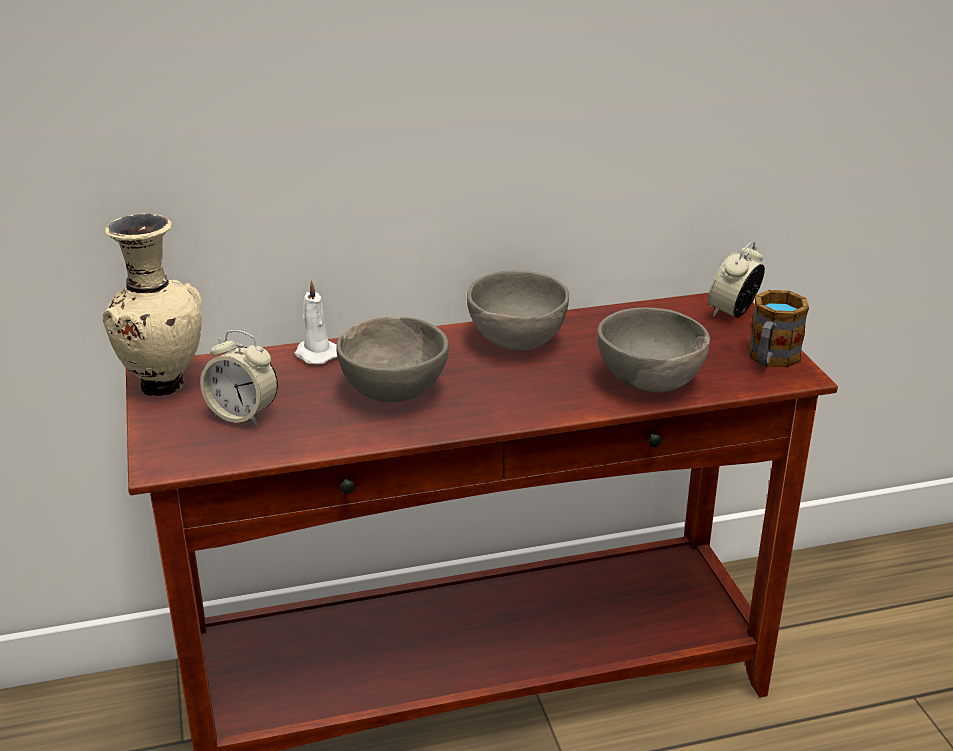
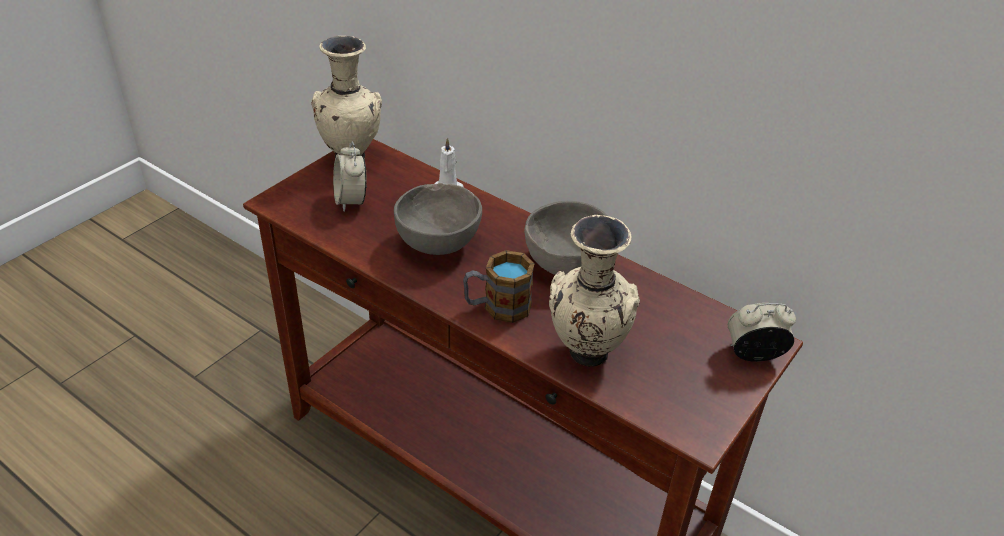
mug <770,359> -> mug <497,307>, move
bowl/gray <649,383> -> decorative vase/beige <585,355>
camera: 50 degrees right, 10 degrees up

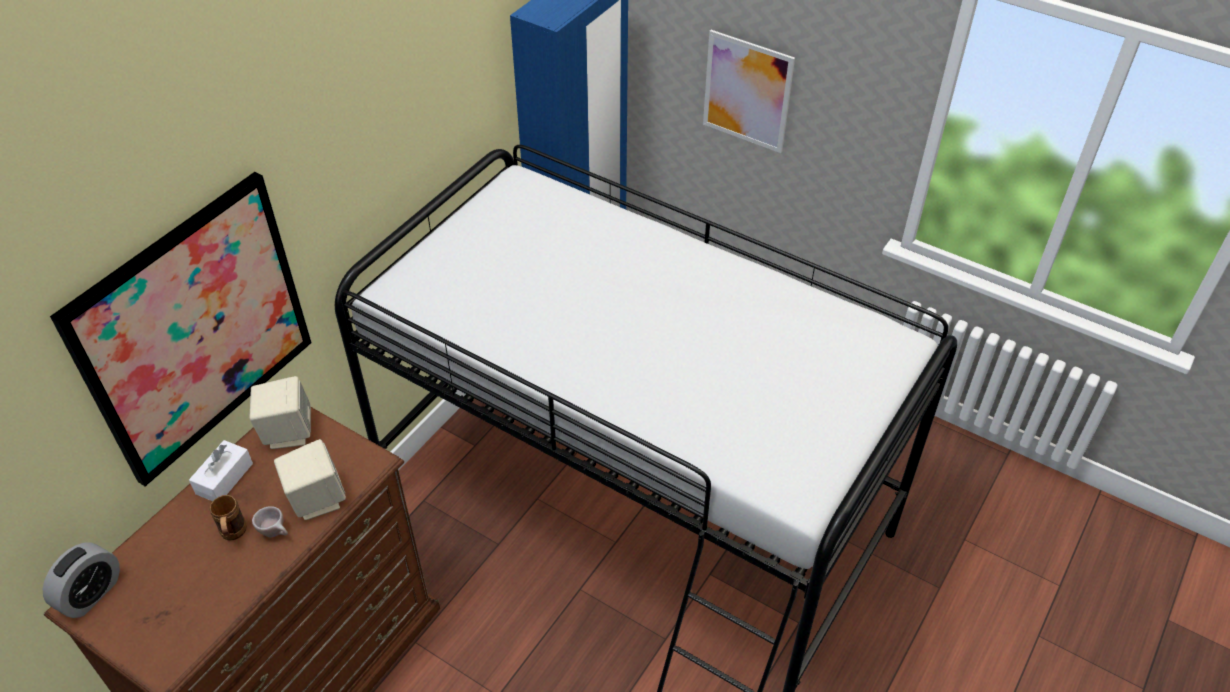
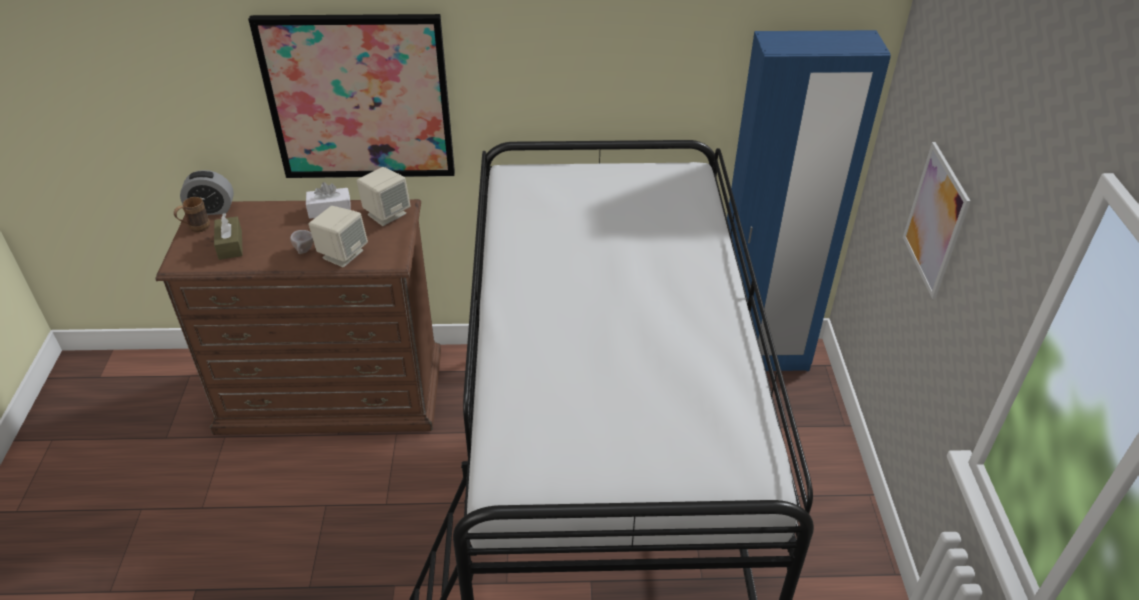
none -> box of tissues/brown-coloured <230,245>
mug/brown-coloured <233,535> -> mug/brown-coloured <195,229>, move
camera: 55 degrees right, 5 degrees down

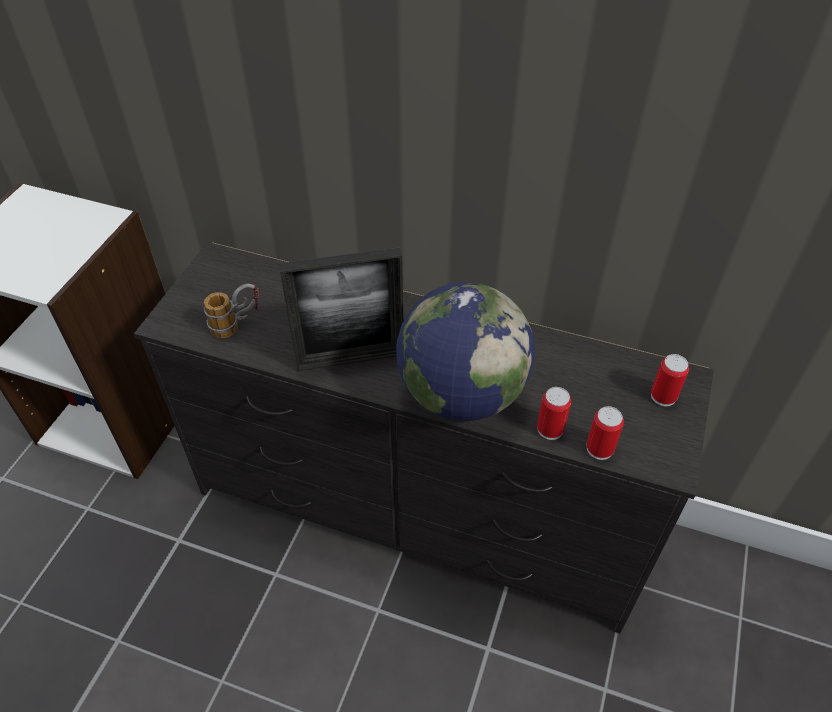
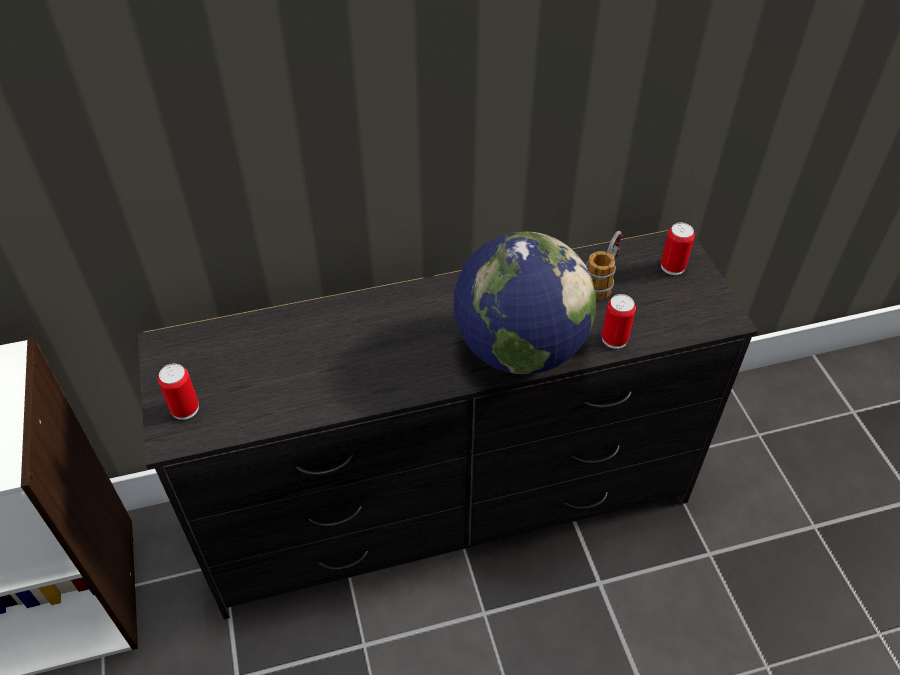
photo frame <350,359> -> none
mug <237,324> -> mug <602,280>, move
metal can <599,448> -> metal can <185,408>, move
camera: 35 degrees left, 0 degrees up

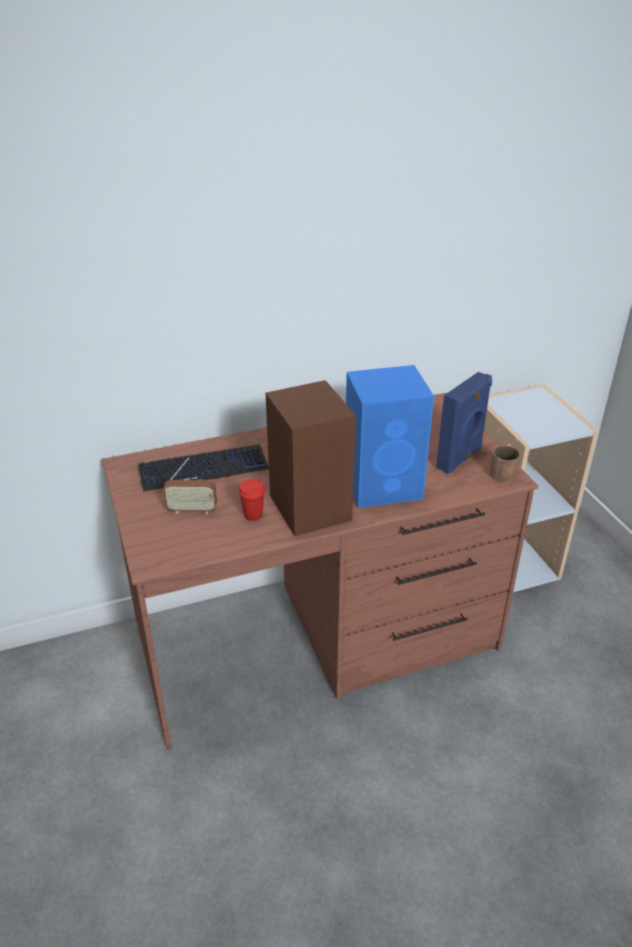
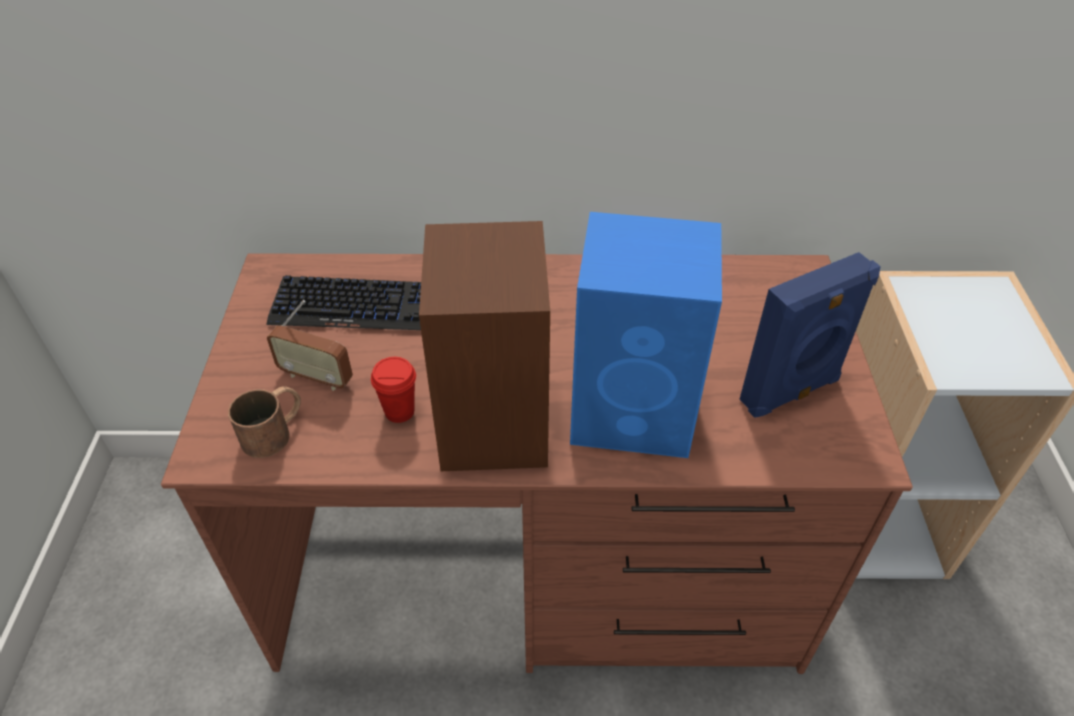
mug/brown-coloured <503,470> -> mug/brown-coloured <275,431>, move
camera: 20 degrees right, 10 degrees up

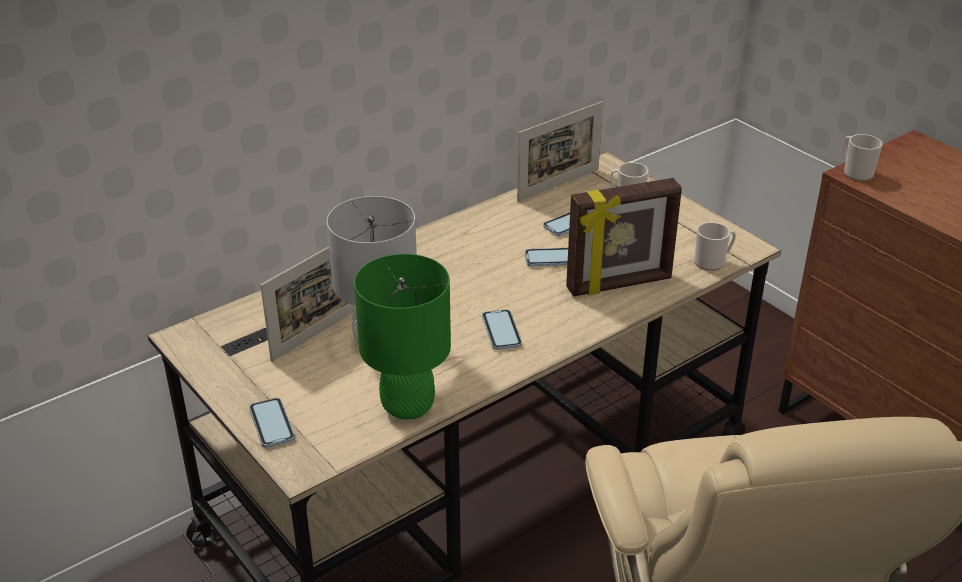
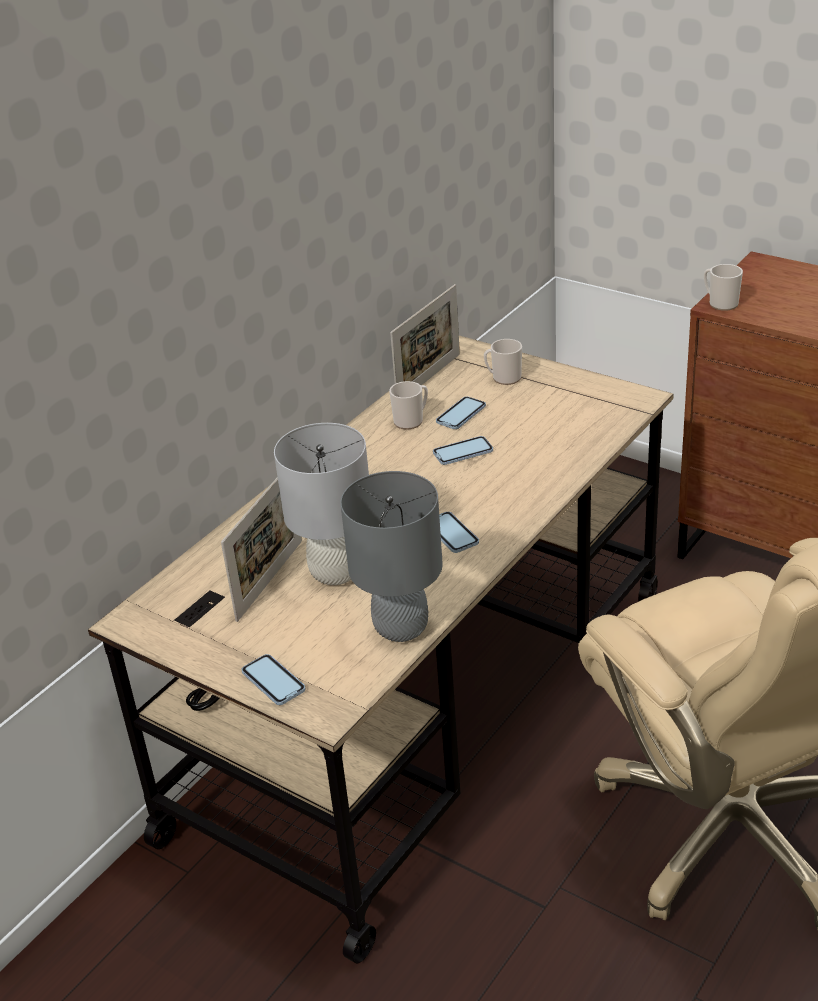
photo frame <619,284> -> none
mug <712,262> -> mug <411,420>, move
table lamp/green <408,406> -> table lamp/gray <401,628>
camera: 15 degrees left, 0 degrees up

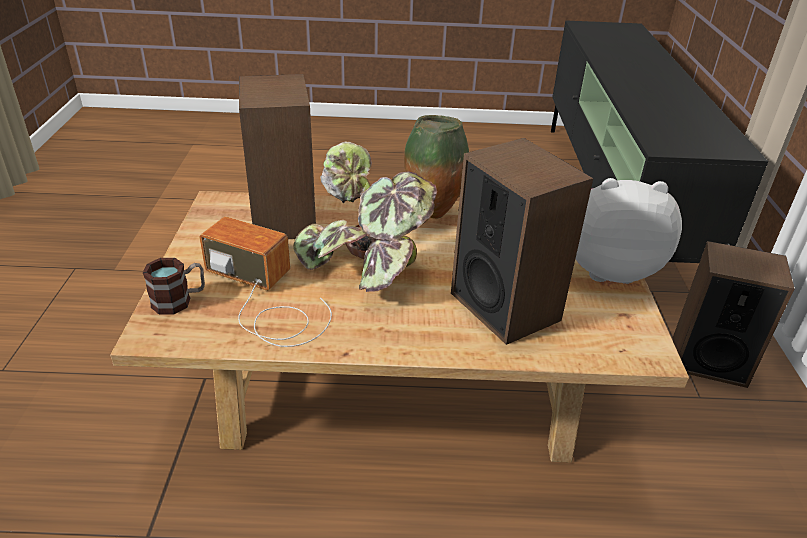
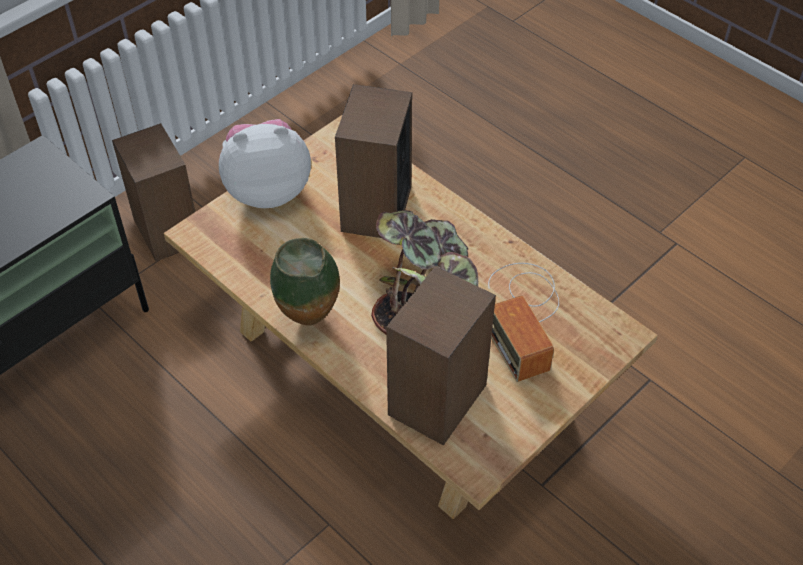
mug <179,300> -> none
soft toy <608,268> -> soft toy <267,190>, 120 degrees clockwise
camera: 135 degrees left, 15 degrees up

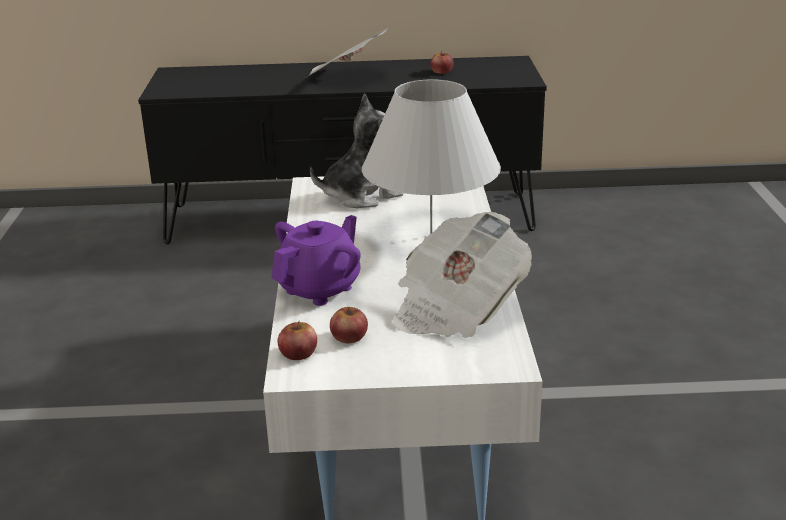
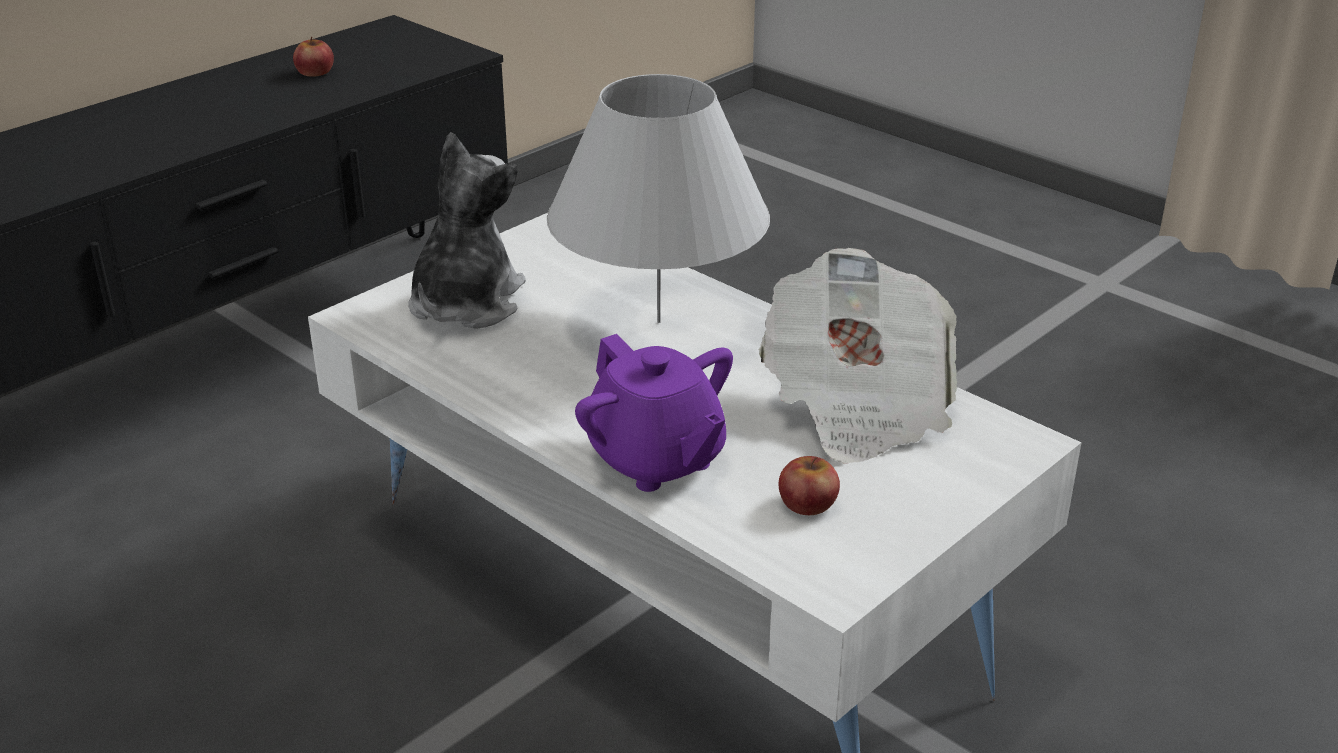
apple fruit <298,353> -> none
newspaper <345,77> -> none
tea pot/purplish <320,289> -> tea pot/purplish <656,460>, 150 degrees clockwise
camera: 45 degrees left, 5 degrees up

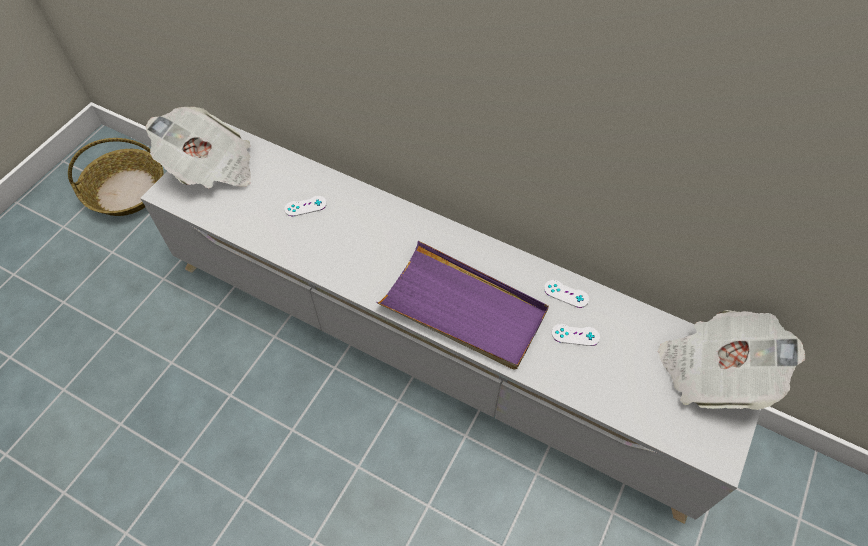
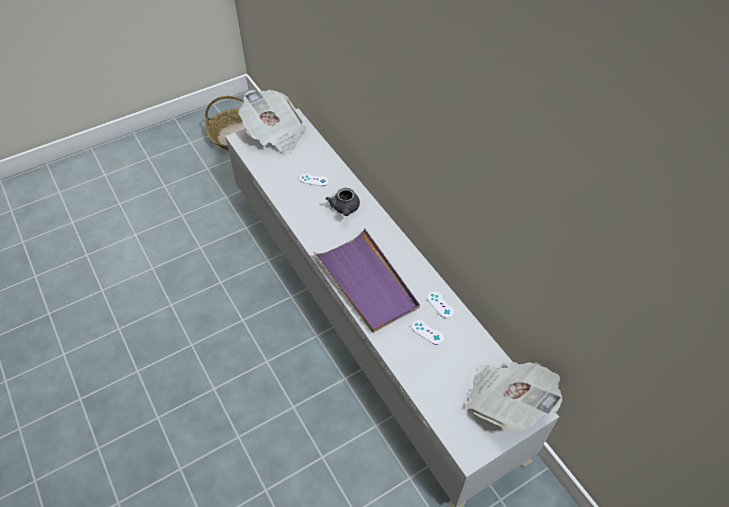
none -> tea pot/gray <345,209>
camera: 30 degrees right, 5 degrees down

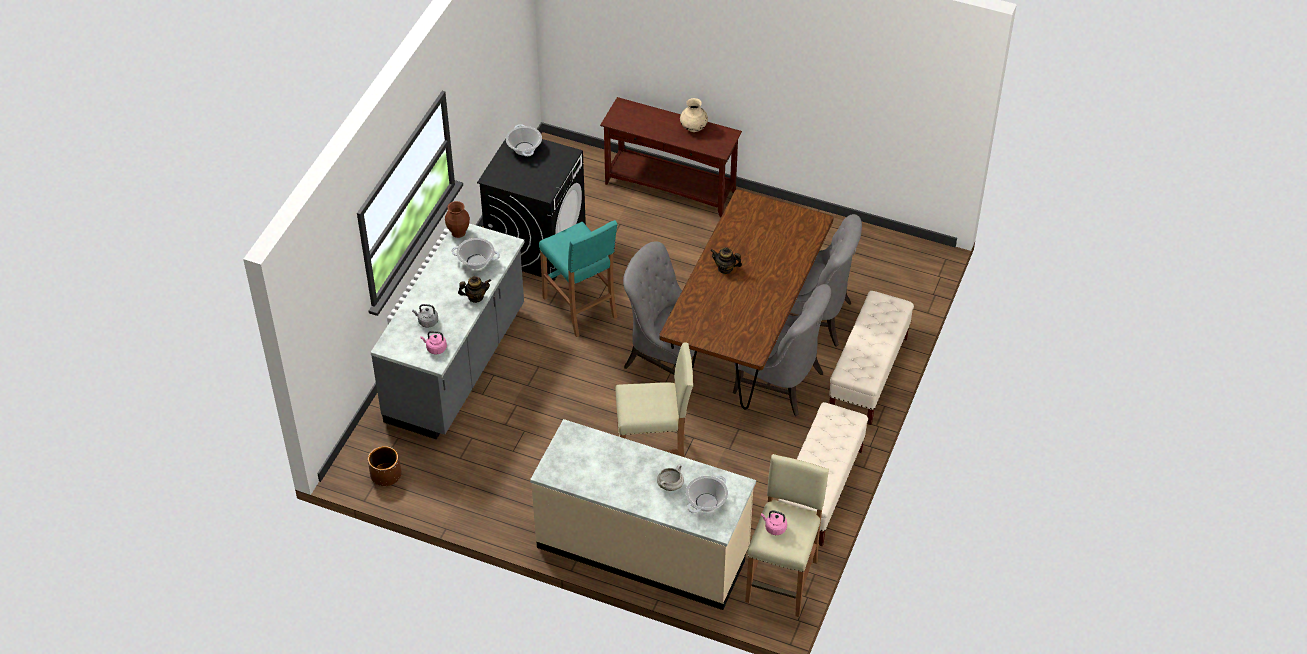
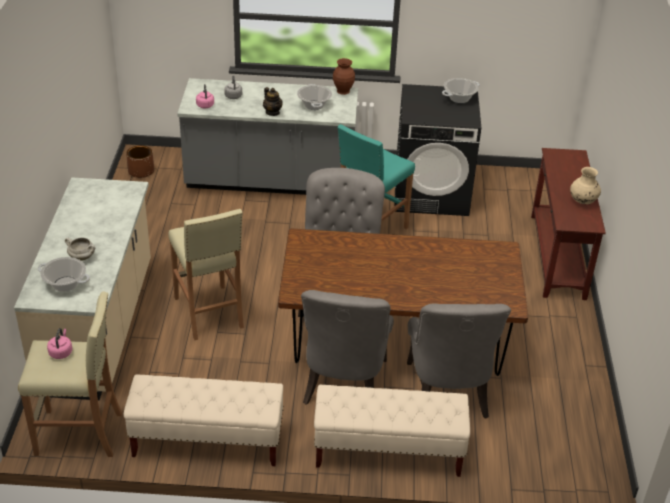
tea pot <725,268> -> none
camera: 70 degrees right, 10 degrees down

